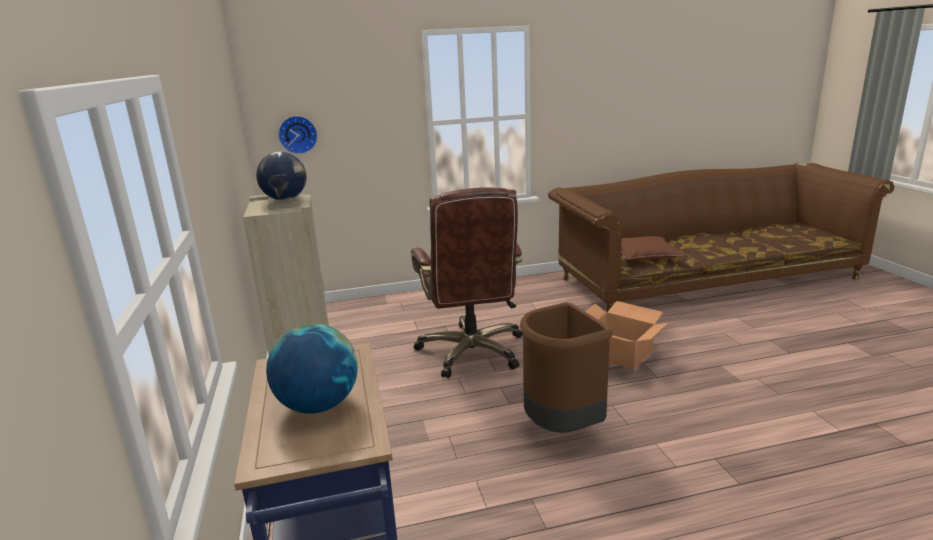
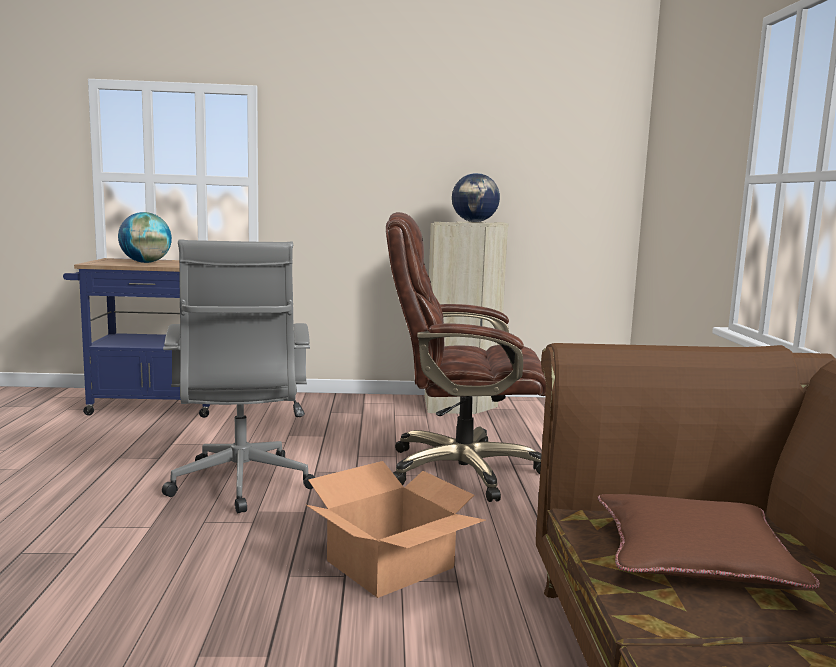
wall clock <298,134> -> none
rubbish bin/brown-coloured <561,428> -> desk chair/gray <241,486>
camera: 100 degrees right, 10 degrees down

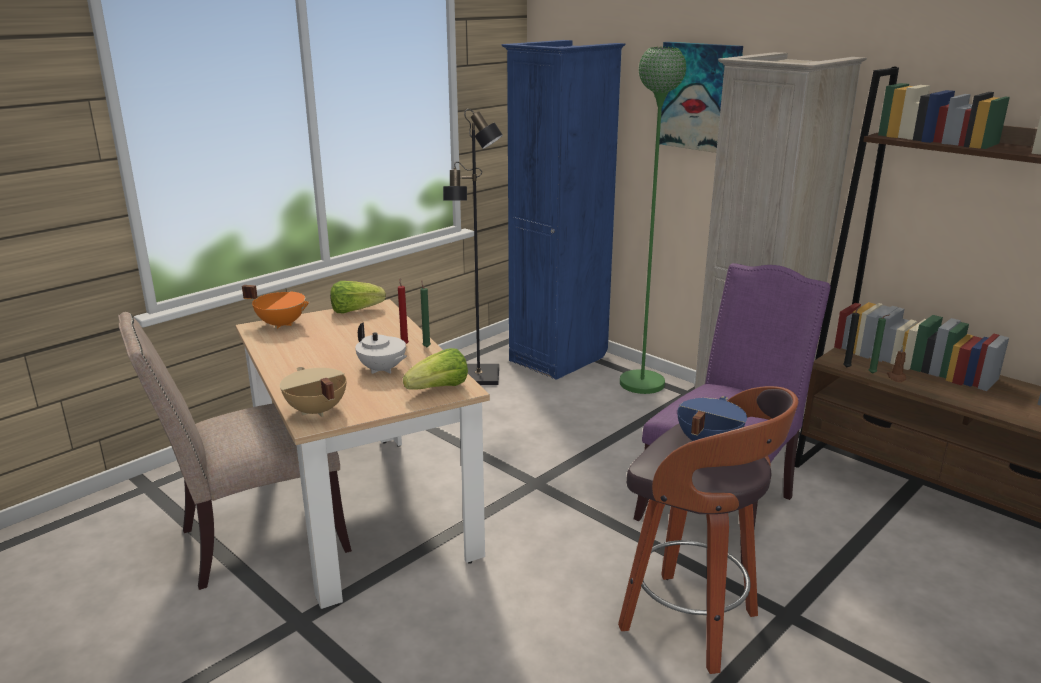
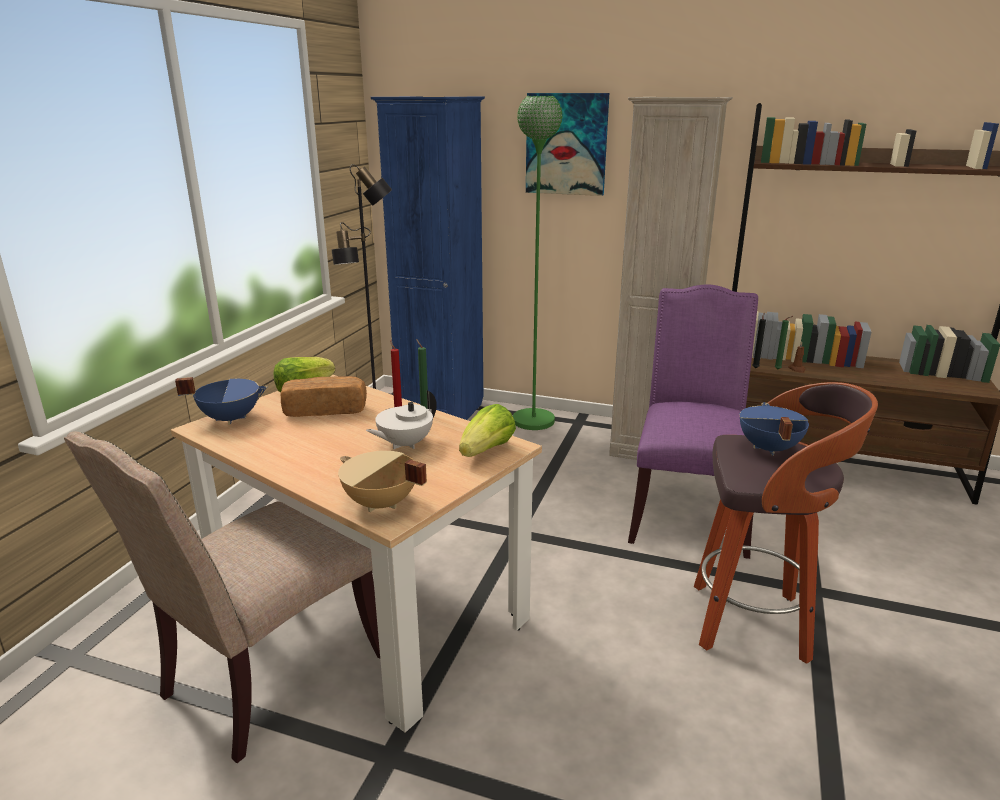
none -> bread <325,410>
saucepot/orangey <281,324> -> saucepot/blue <230,418>
tea pot/whitish <382,370> -> tea pot/whitish <404,444>, 120 degrees clockwise
camera: 25 degrees left, 0 degrees up

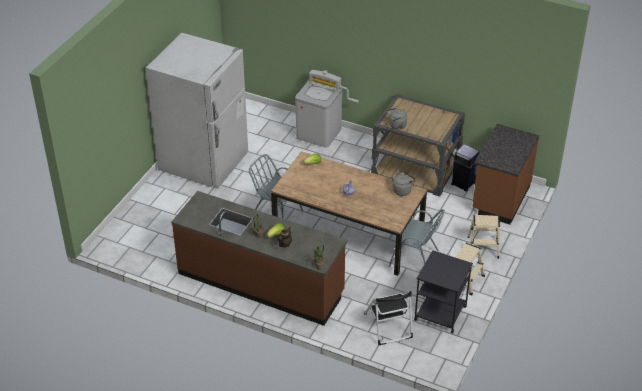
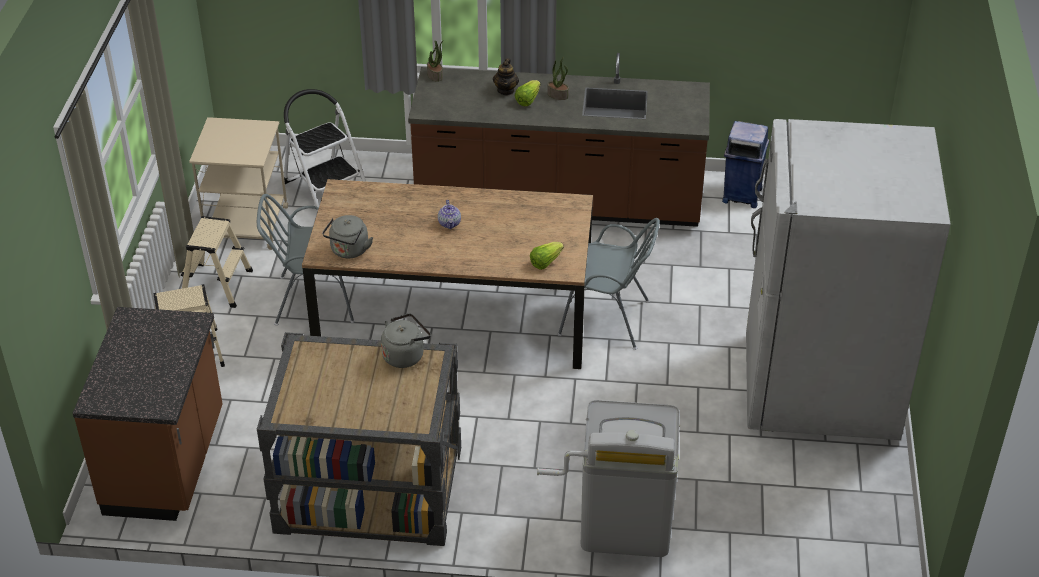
rubbish bin/blue <463,183> -> rubbish bin/blue <741,195>, move
cart/black-coloured <440,314> -> cart/beige <247,224>
camera: 160 degrees right, 0 degrees up

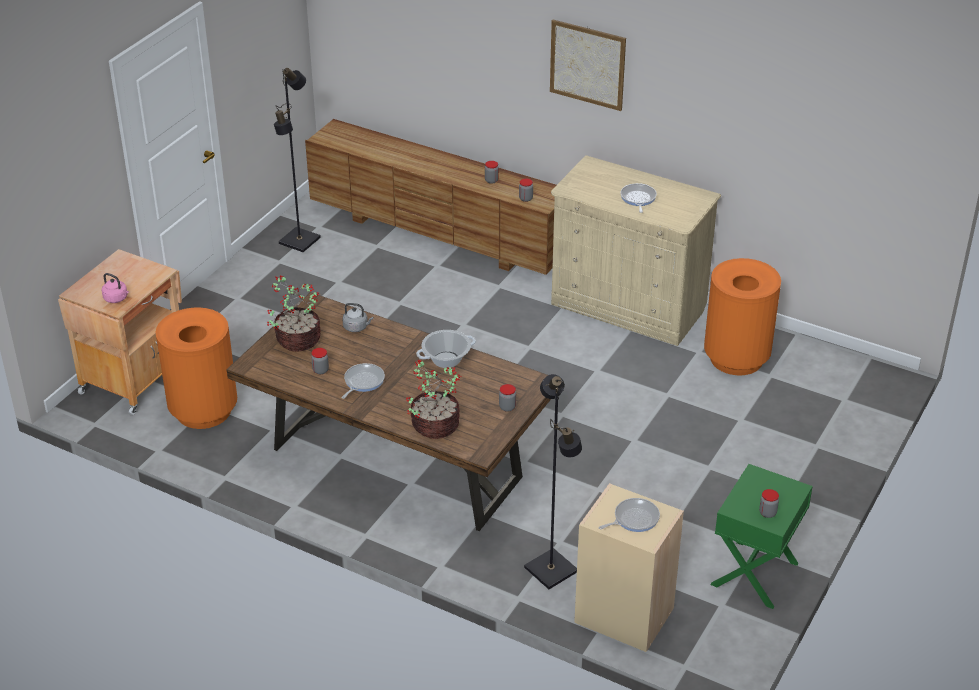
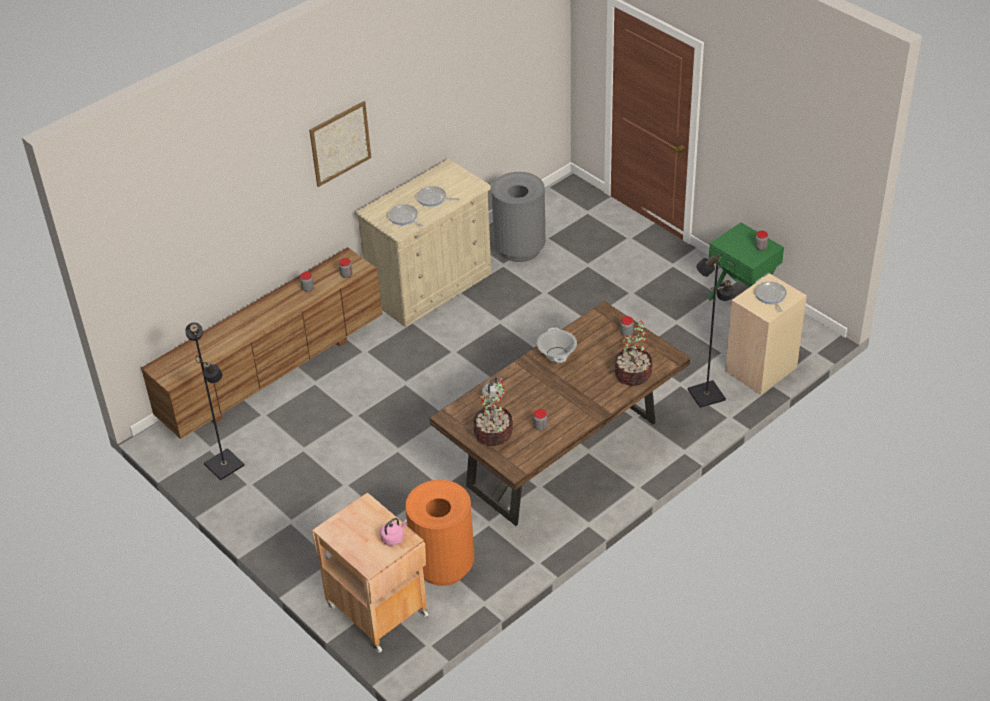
frying pan <362,382> -> frying pan <404,218>, move
rubbish bin/orangey <736,358> -> rubbish bin/gray <519,249>
camera: 70 degrees left, 5 degrees up

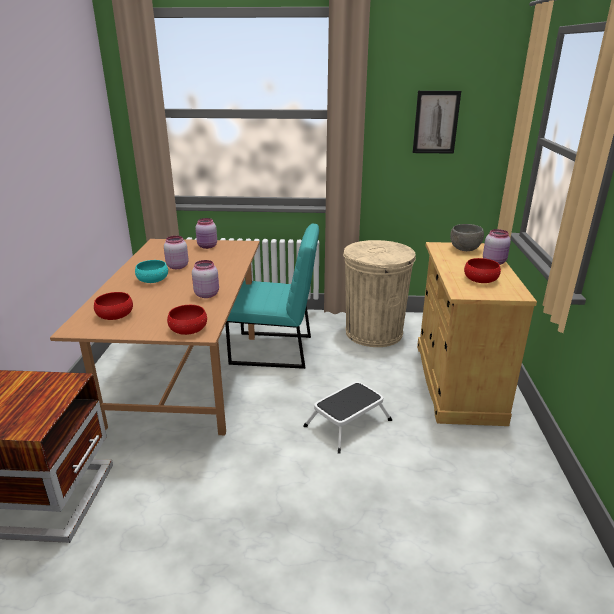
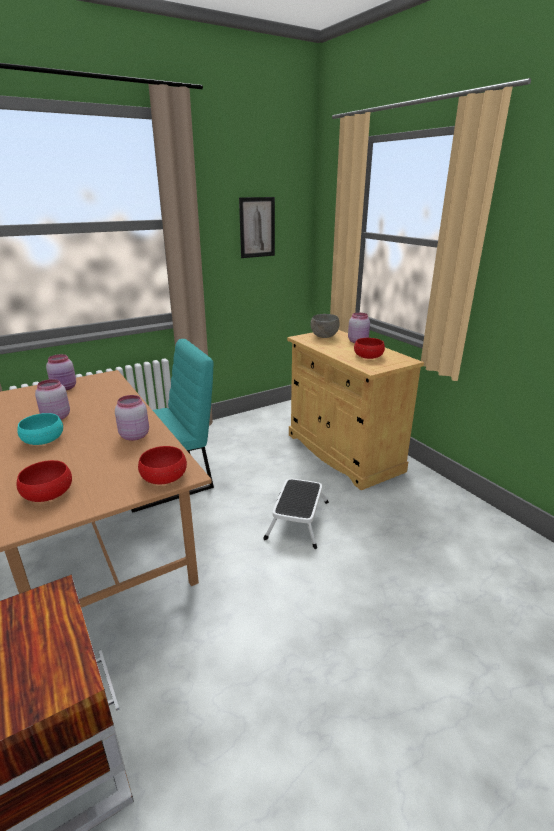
rubbish bin/beige <374,332> -> none
camera: 35 degrees left, 0 degrees up

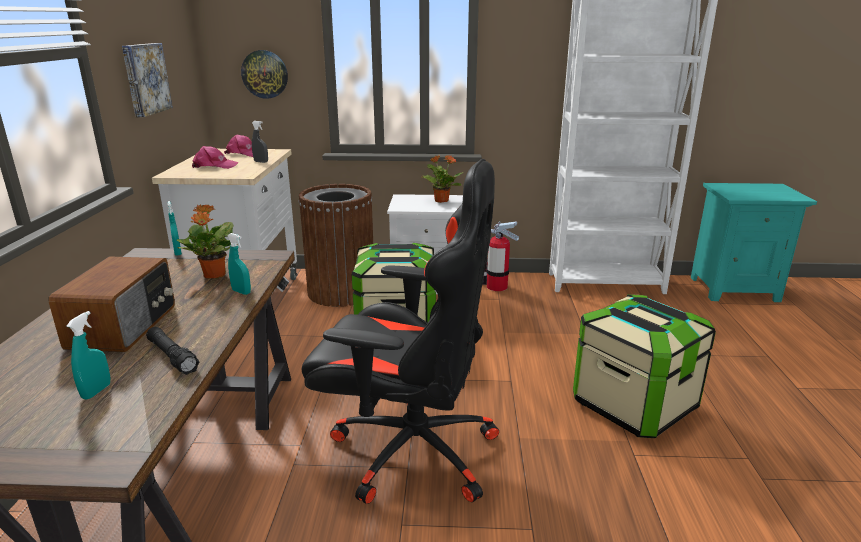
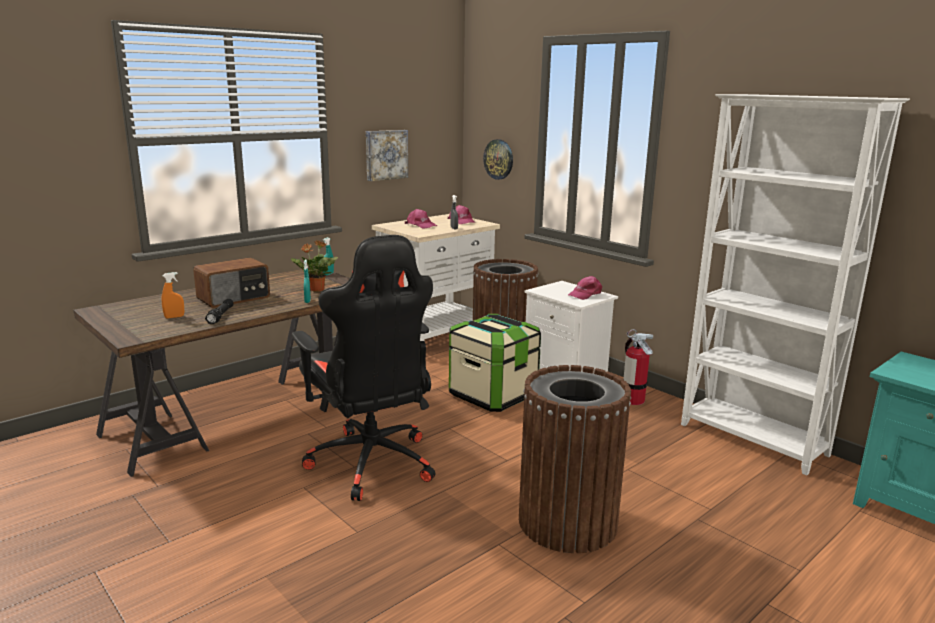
plant in a pot <441,200> -> baseball cap/pinkish <585,294>
storage bin <633,405> -> rubbish bin/brown-coloured <567,522>
sprayer/blue-green <96,391> -> sprayer/orangey <174,317>
camera: 45 degrees right, 5 degrees down

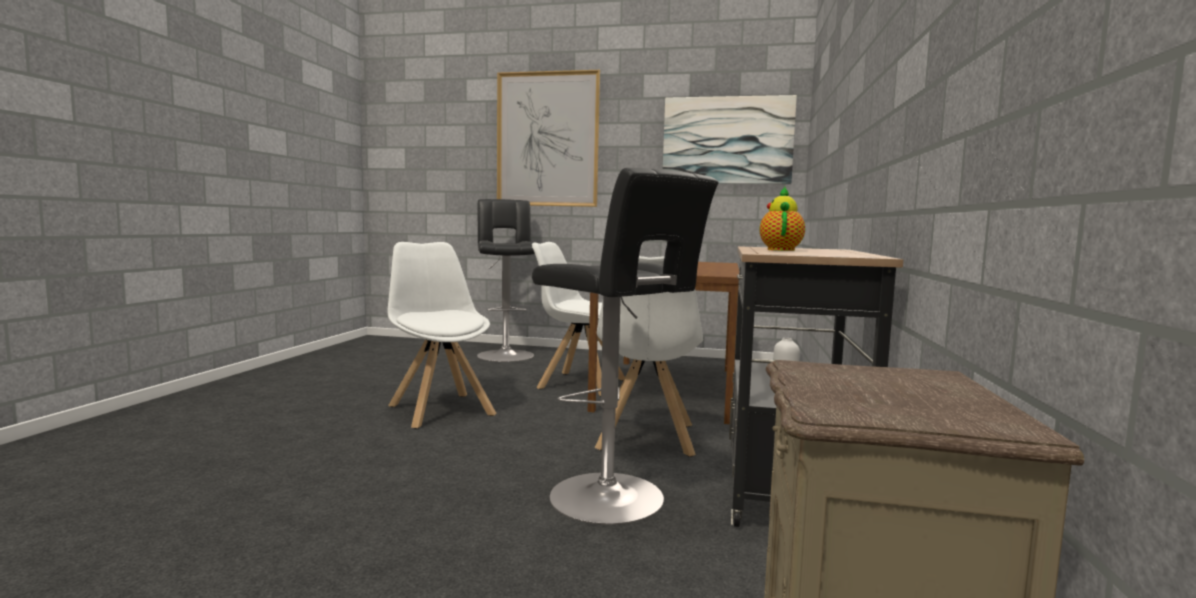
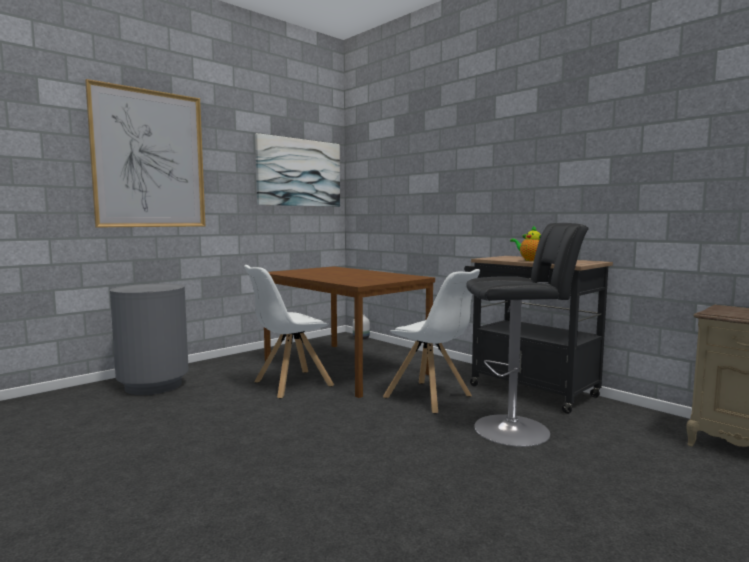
plain chair/whitish <439,409> -> none
stool/black-coloured <505,354> -> rubbish bin/gray <153,385>
camera: 55 degrees left, 0 degrees up

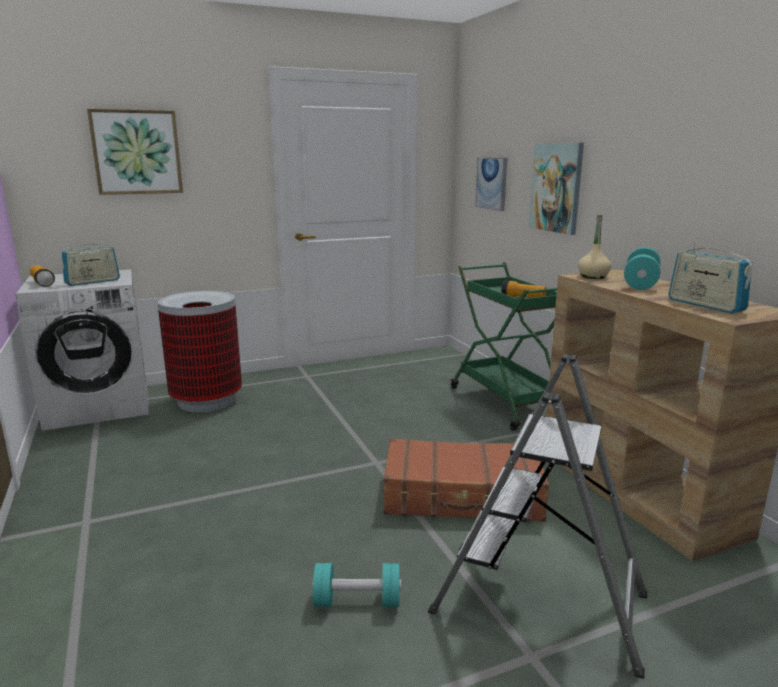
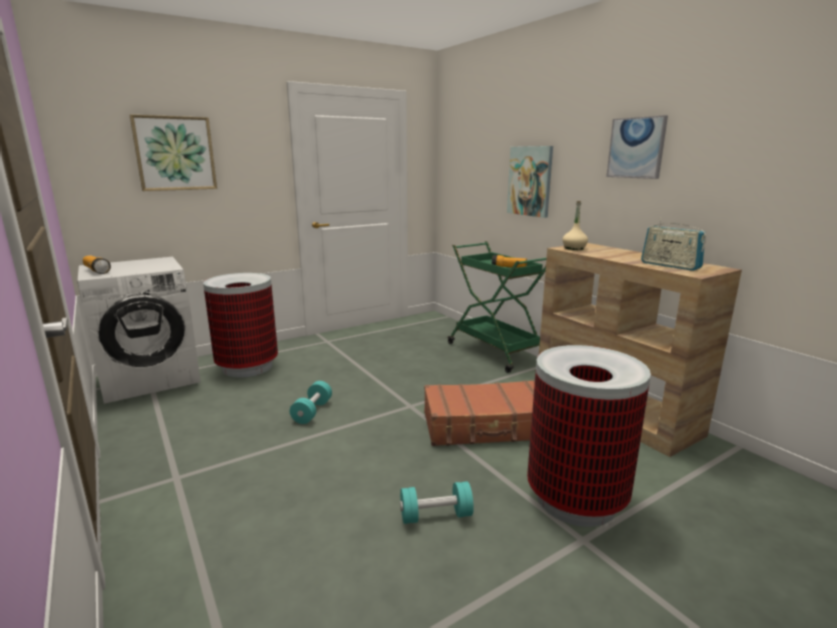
radio set <93,282> -> none
wall art <492,183> -> wall art <636,148>, move
hand weight/blue-green <640,283> -> hand weight/blue-green <312,412>, move
step stool/gray <542,602> -> rubbish bin <576,499>
camera: 10 degrees left, 0 degrees up

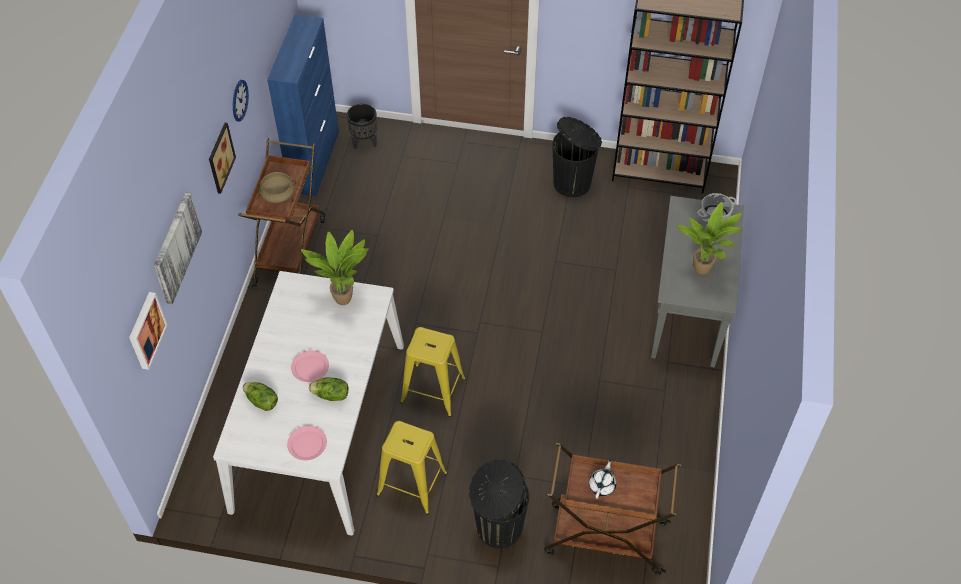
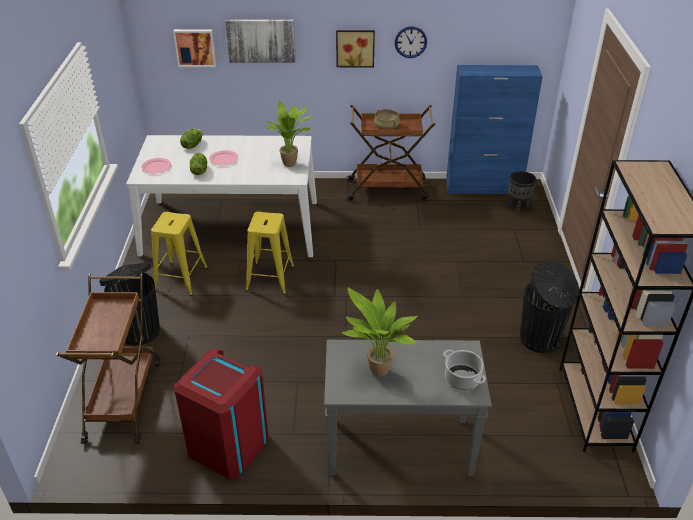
tea pot/whitish <602,485> -> none
none -> rubbish bin/reddish <228,445>
camera: 80 degrees right, 15 degrees down

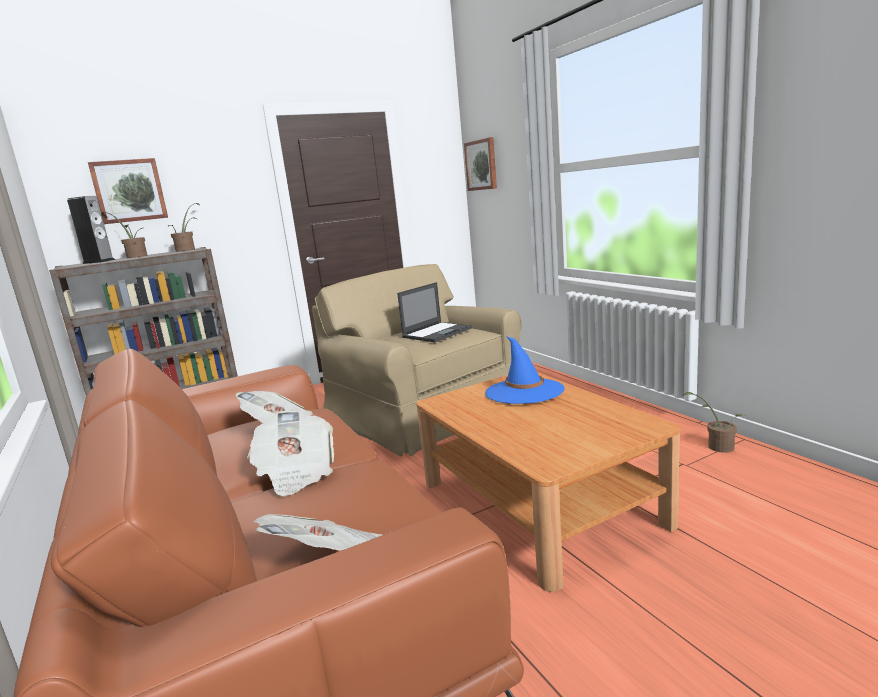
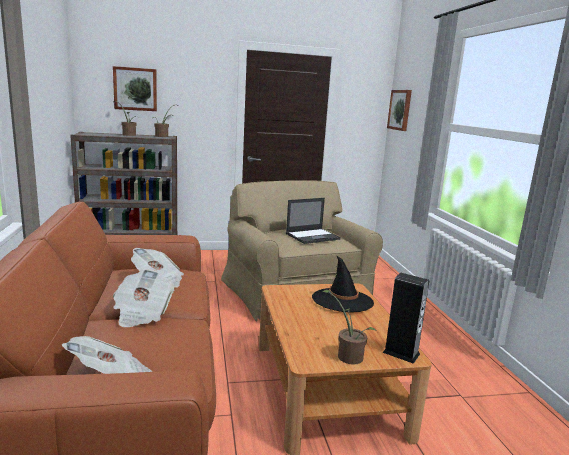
speaker <98,261> -> speaker <401,353>, move
plant in a pot <716,446> -> plant in a pot <347,355>, move
hat/blue <524,391> -> hat/black-coloured <342,300>
camera: 15 degrees right, 0 degrees up

